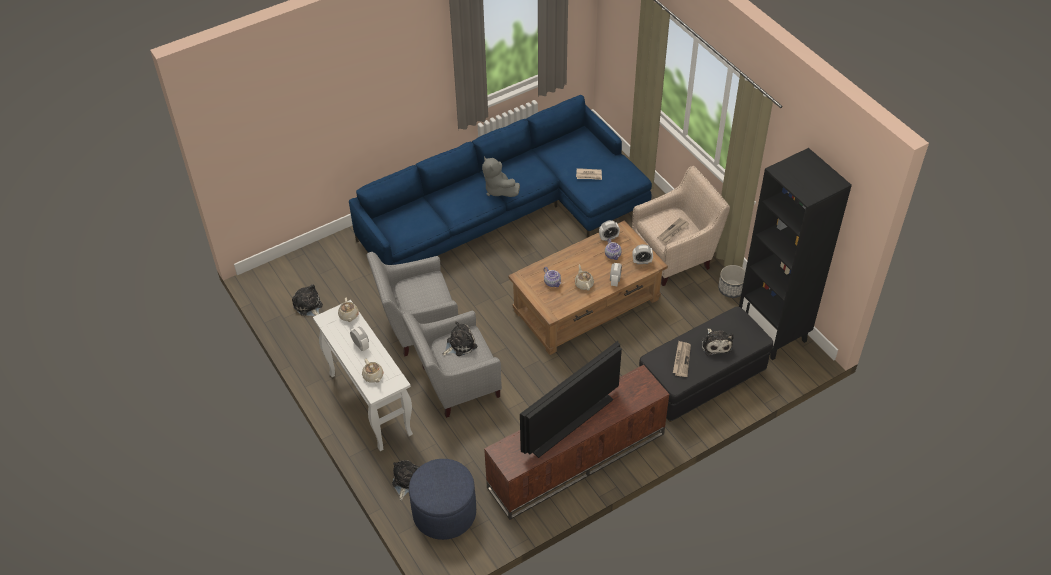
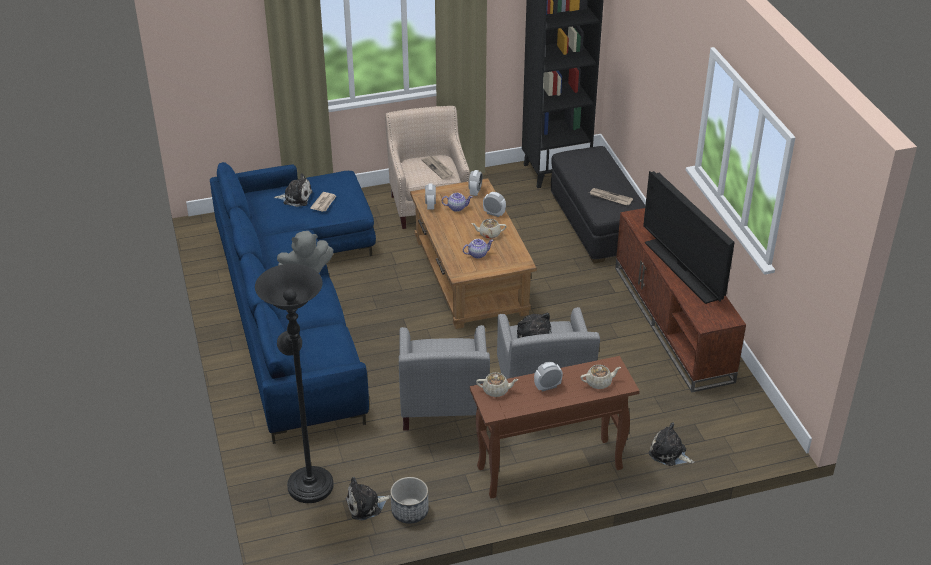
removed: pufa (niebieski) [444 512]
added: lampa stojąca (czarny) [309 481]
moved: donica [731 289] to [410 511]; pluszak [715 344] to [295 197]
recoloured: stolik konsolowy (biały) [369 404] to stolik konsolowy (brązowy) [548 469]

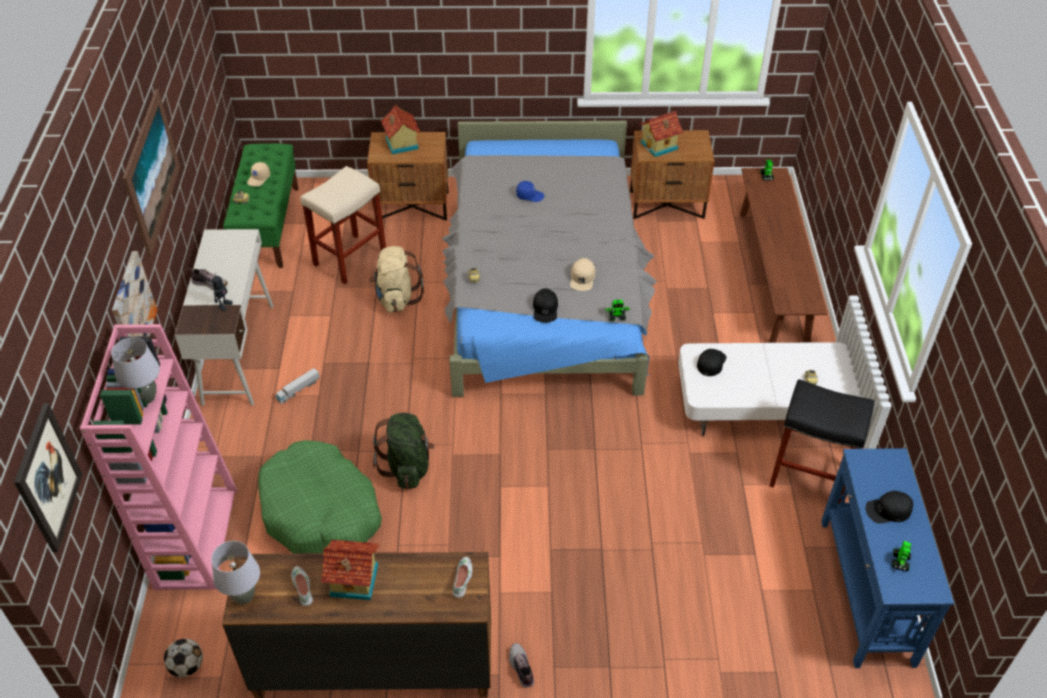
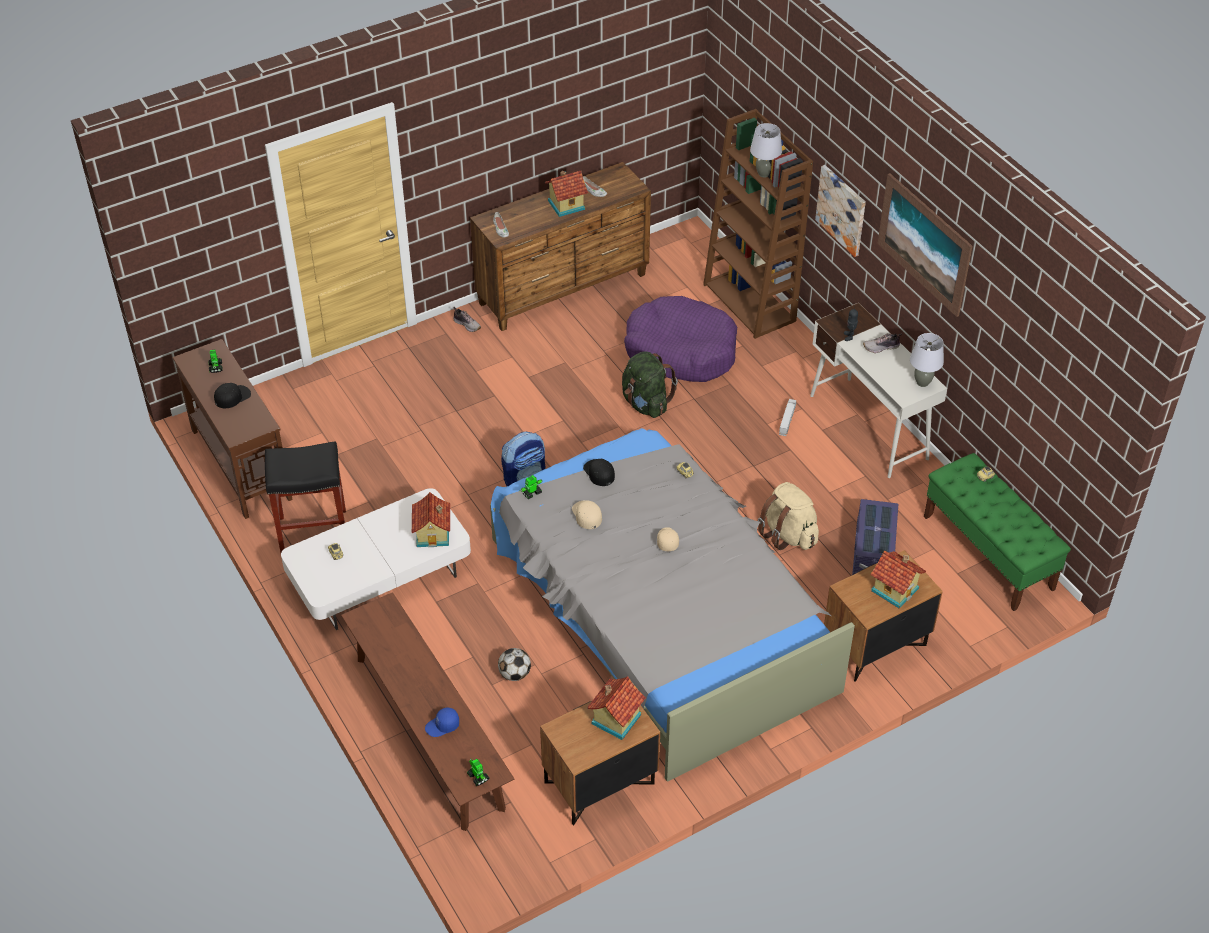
removed: obraz [47 478]
added: plecak [524 477]
moved: czapka z daszkiem (beżowy) [259 179] to [667 541]; czapka z daszkiem (niebieski) [530 195] to [442 726]; lampa stołowa (szary) [244 597] to [922 382]; piłka futbolowa [187 666] to [514 674]
replaced: stołek (beżowy) [350 258] to pojemnik do przechowywania (fioletowy) [872 555]; czapka z daszkiem (czarny) [711 362] to domek [434 534]
recoloured: regał (różowy) [195 537] to regał (brązowy) [750 303]; legowisko (zielony) [321 511] to legowisko (fioletowy) [681 351]; stolik konsolowy (niebieski) [866 591] to stolik konsolowy (brązowy) [241 463]

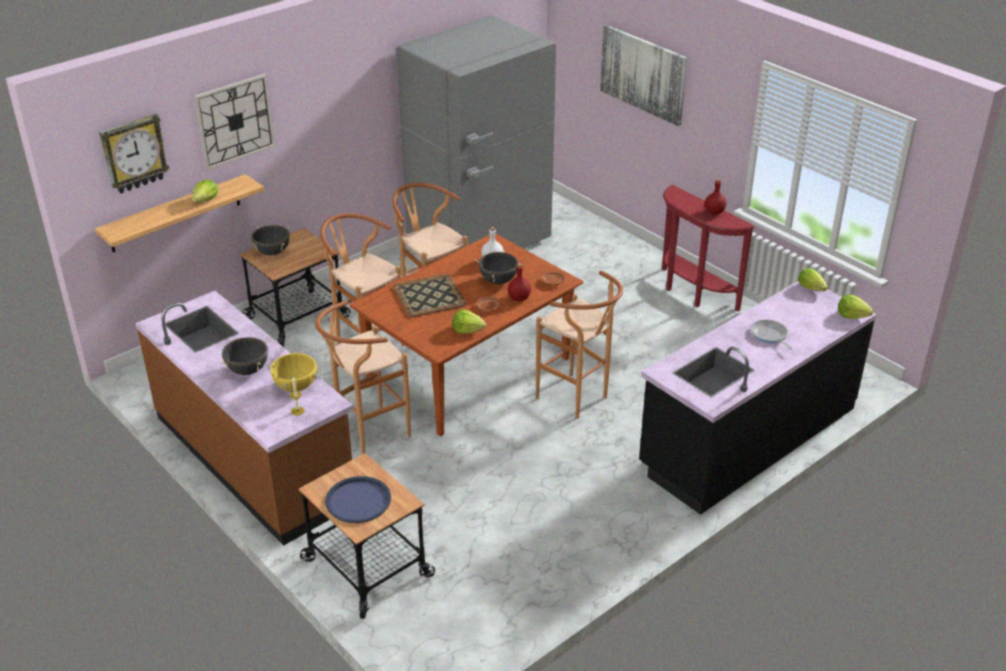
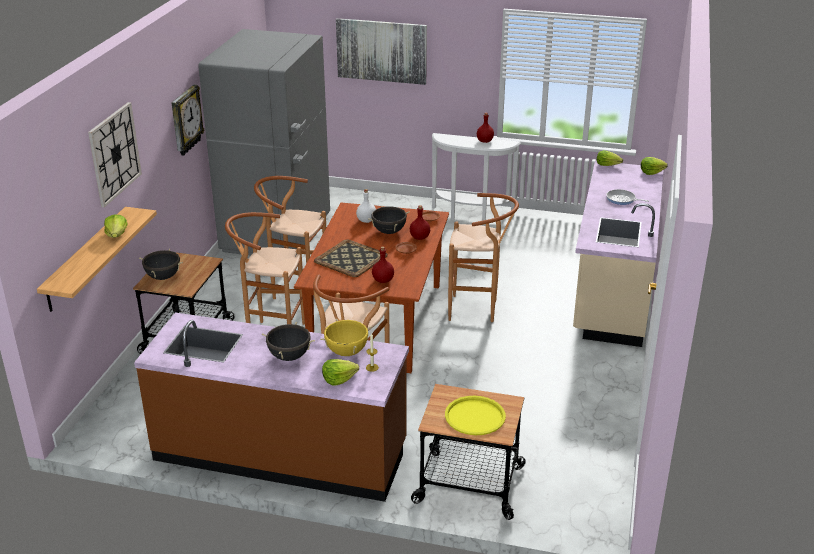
added: butelka (czerwony) [383 280]
moved: zegar ścienny [134 153] to [185 120]; sałata [467 329] to [338 379]
recoloured: stolik konsolowy (czerwony) [692 293] to stolik konsolowy (biały) [471 216]; zabudowa kuchenna (czarny) [747 437] to zabudowa kuchenna (beżowy) [612 289]; taca (niebieski) [358 500] to taca (żółty) [475 416]

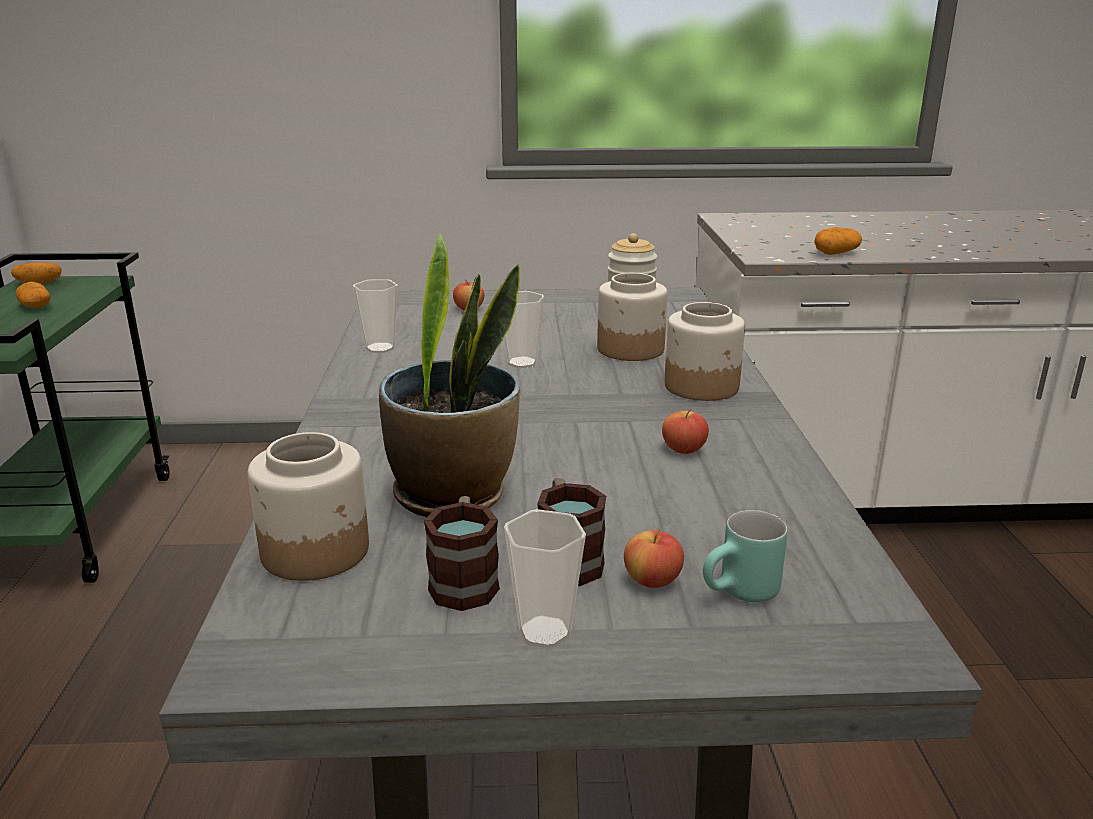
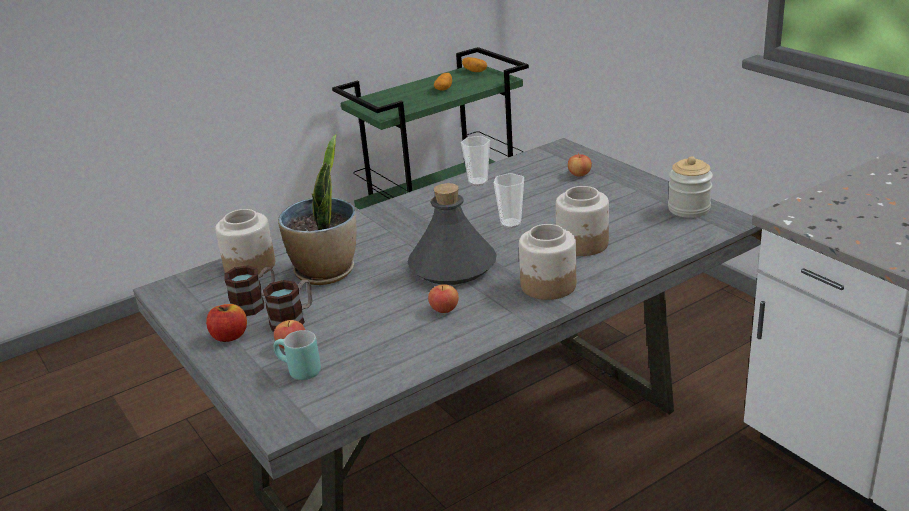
removed: ziemniak [836 253]
added: butelka (szary) [453 266]
replaced: filiżanka [544 632] to jabłko [230 336]

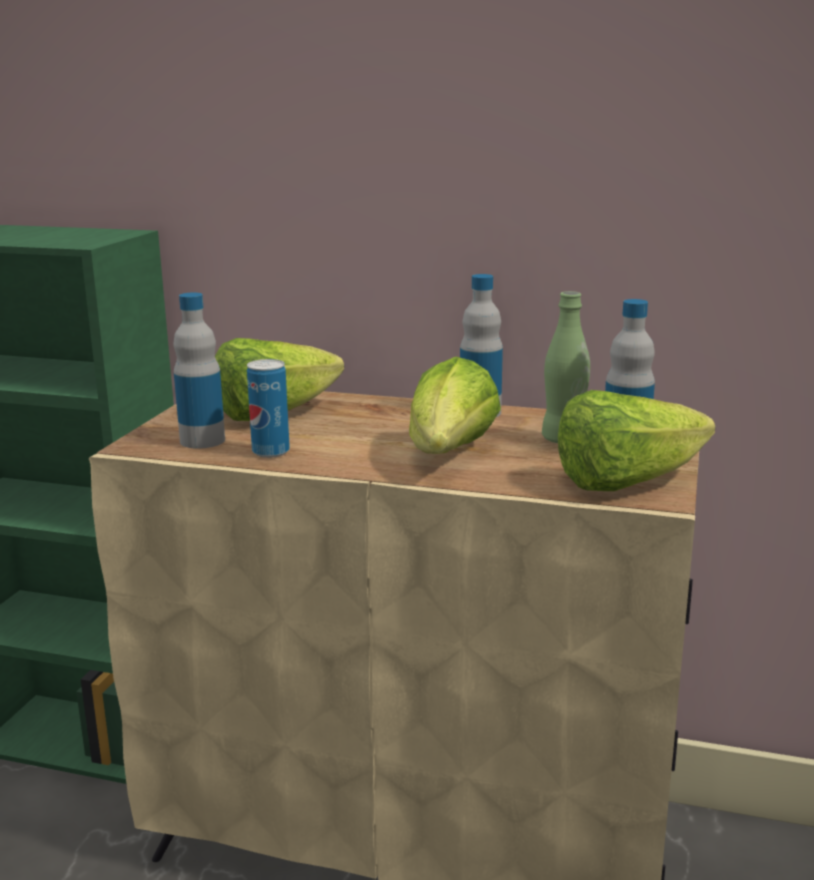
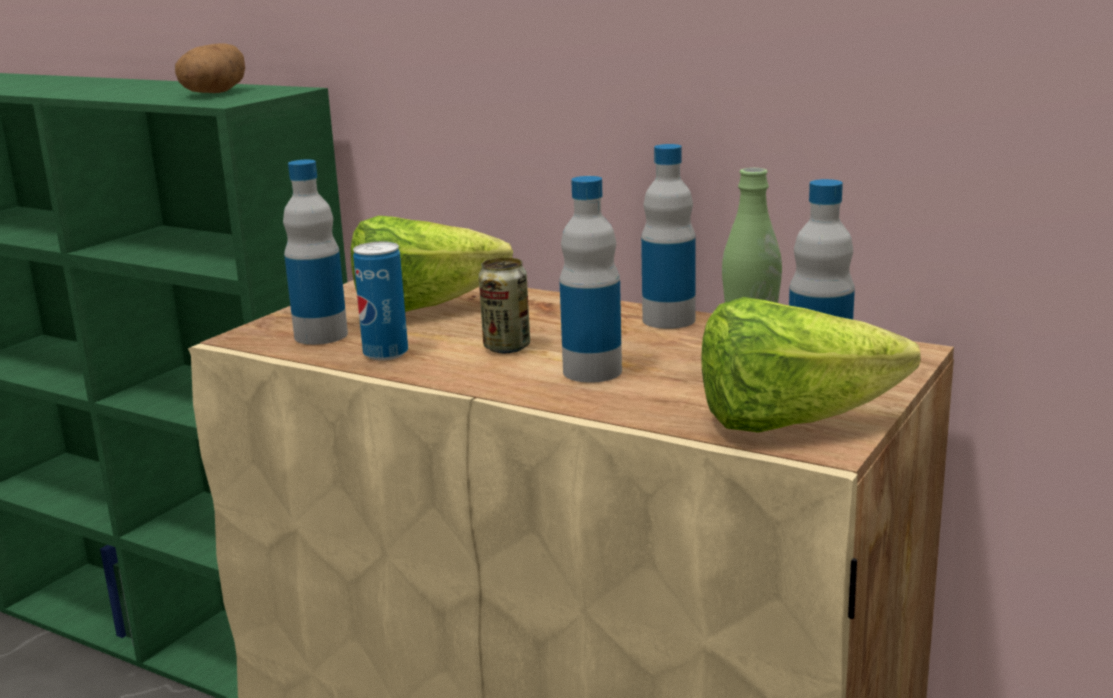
added: ziemniak [215 93]; puszka [506 347]
replaced: sałata [450 455] to butelka [592 371]

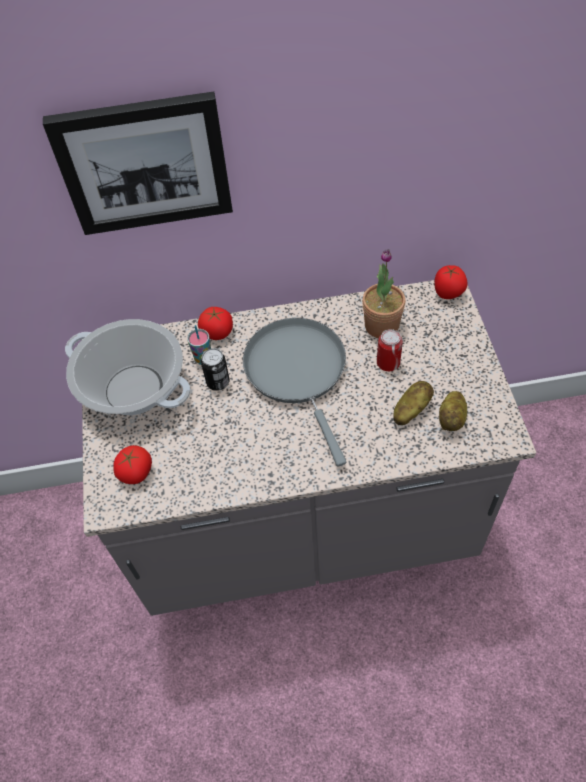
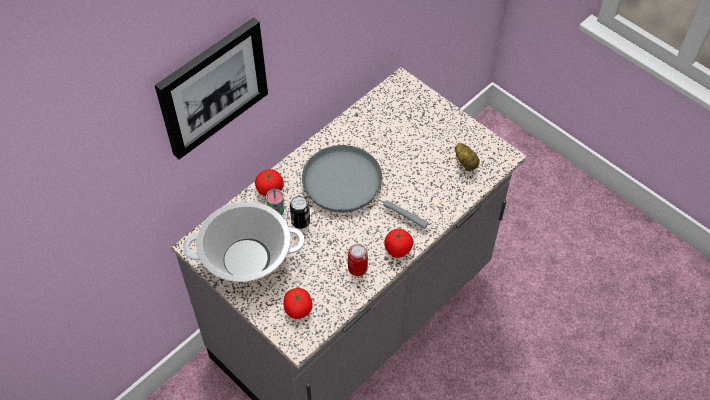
removed: roślina doniczkowa [381 326]; ziemniak [410 410]
moved: pomidor [448 293] to [398 250]; puszka [388 363] to [357 268]

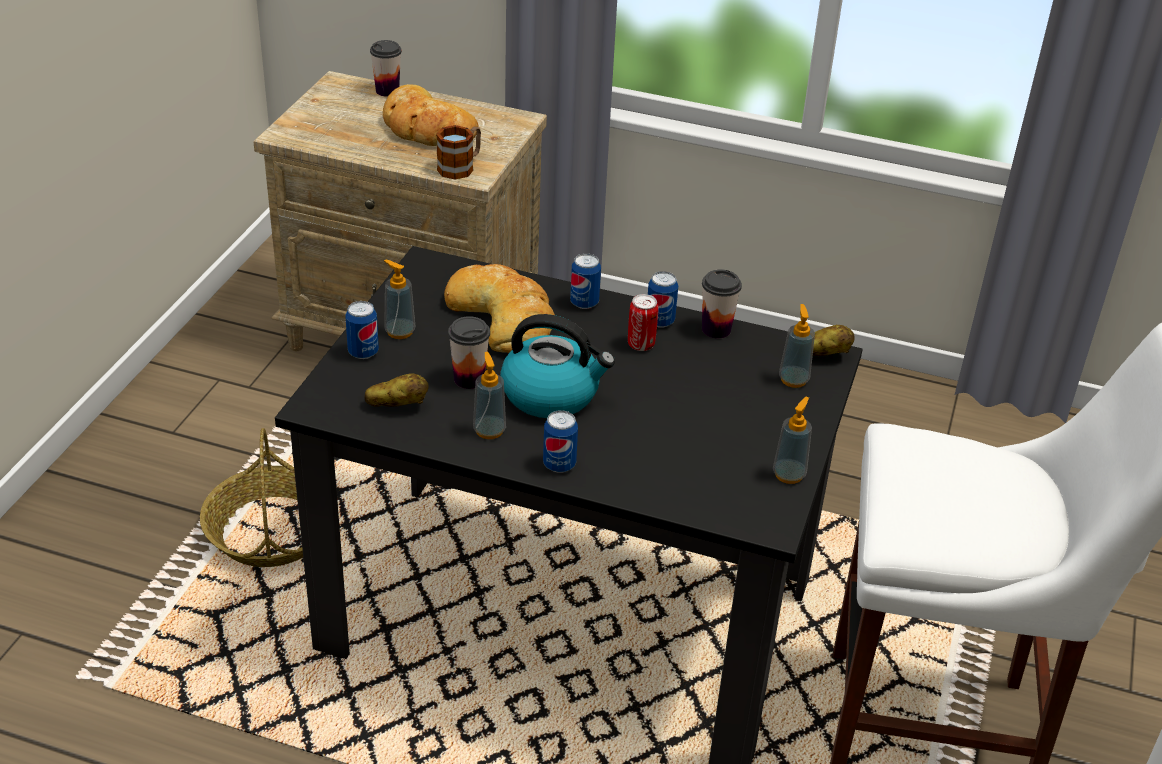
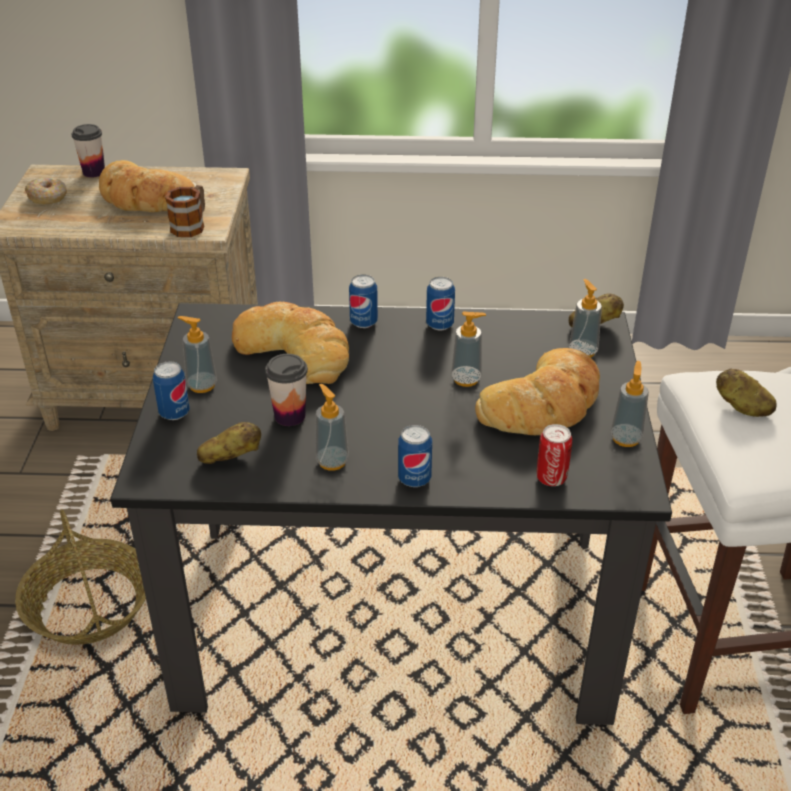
removed: filiżanka [716 329]; czajnik [552 394]
added: donut [48 197]; dozownik mydła [466 379]; chleb [544 404]; ziemniak [741 407]
moved: puszka [641 345] to [551 478]

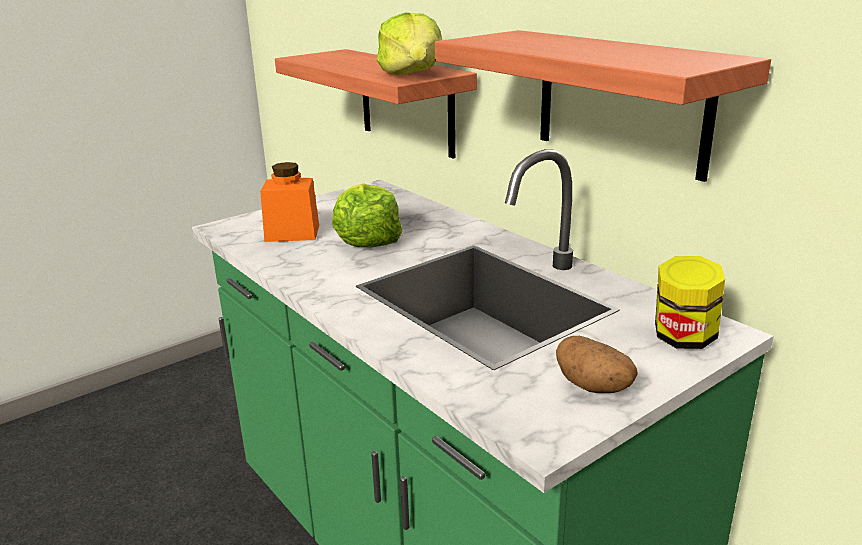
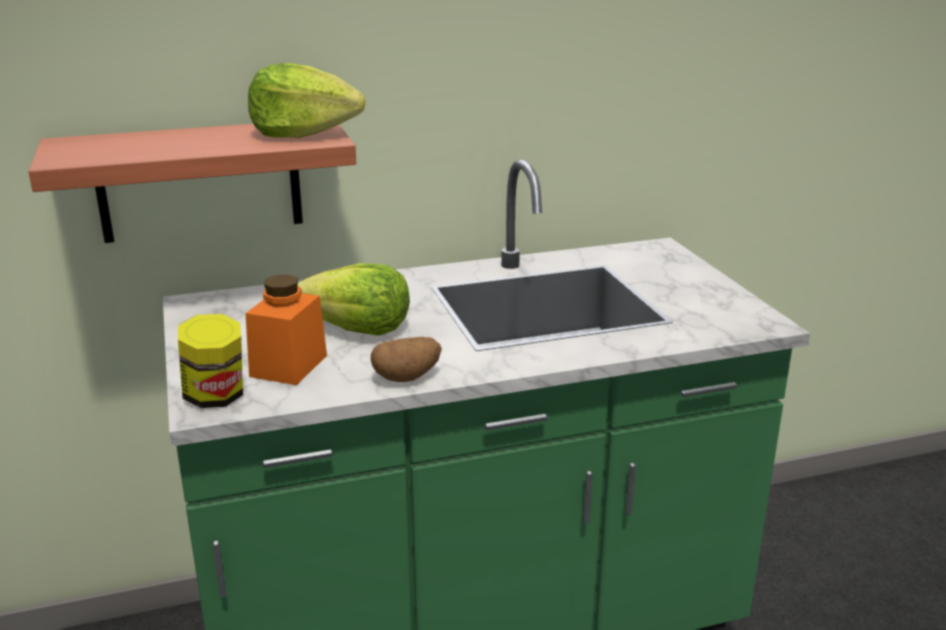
removed: półka [621 101]
moved: słoik [683 338] to [216 397]; ziemniak [594 387] to [407 377]

